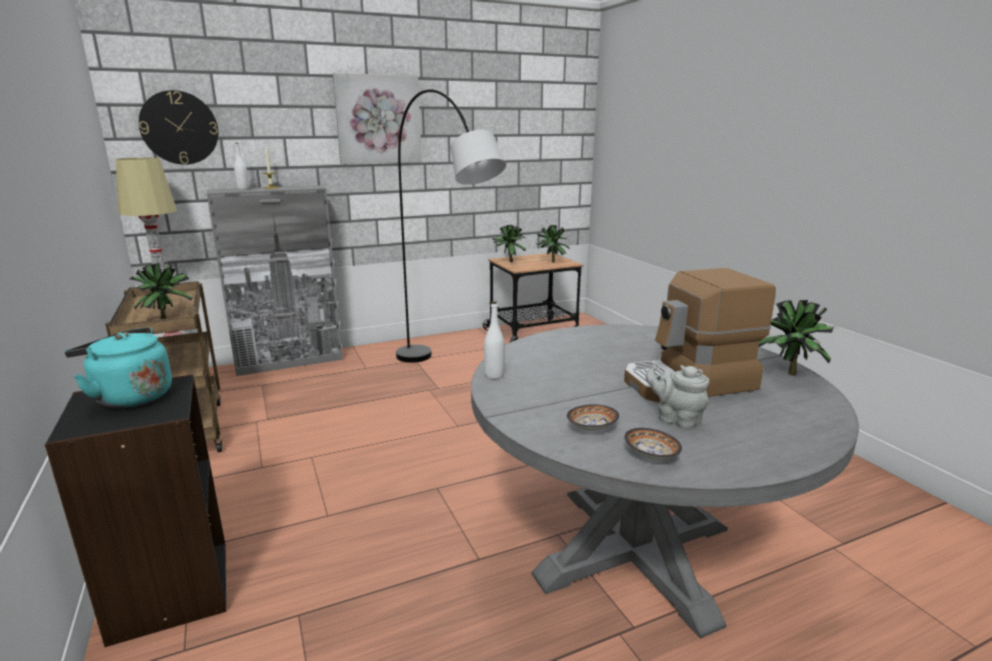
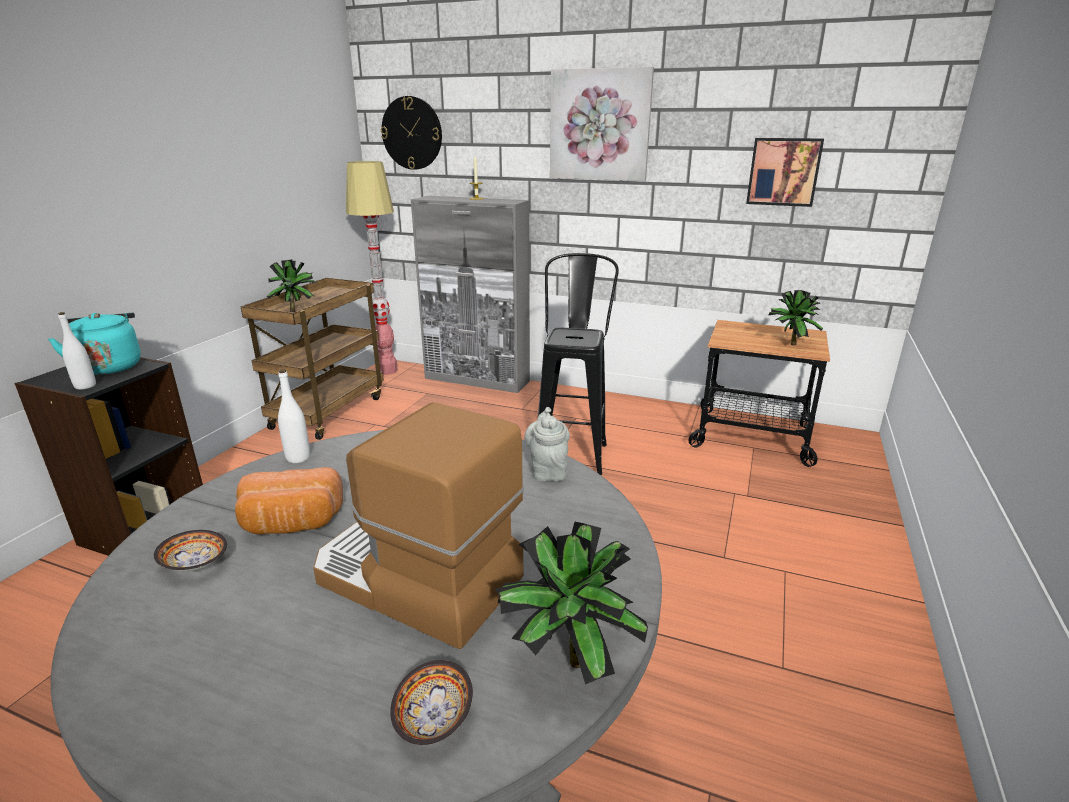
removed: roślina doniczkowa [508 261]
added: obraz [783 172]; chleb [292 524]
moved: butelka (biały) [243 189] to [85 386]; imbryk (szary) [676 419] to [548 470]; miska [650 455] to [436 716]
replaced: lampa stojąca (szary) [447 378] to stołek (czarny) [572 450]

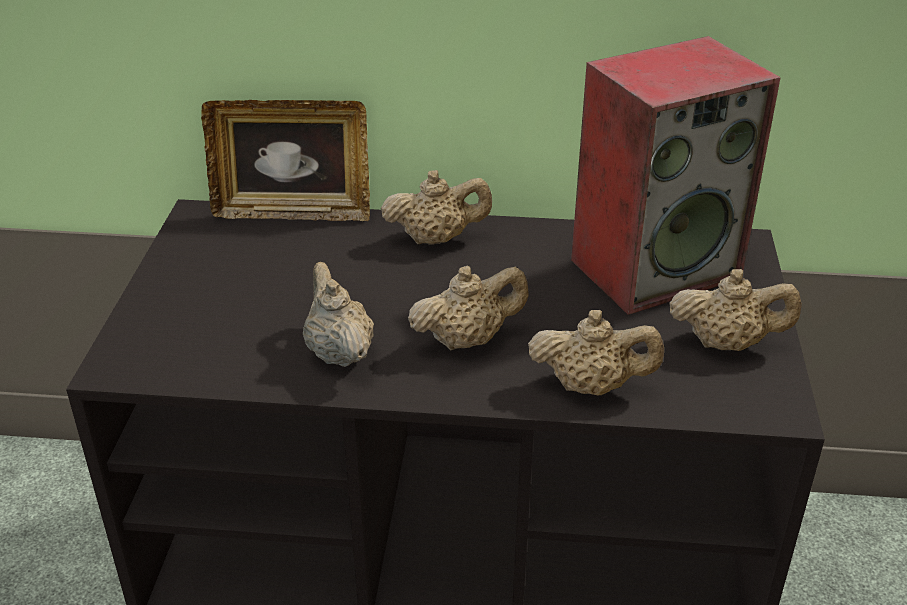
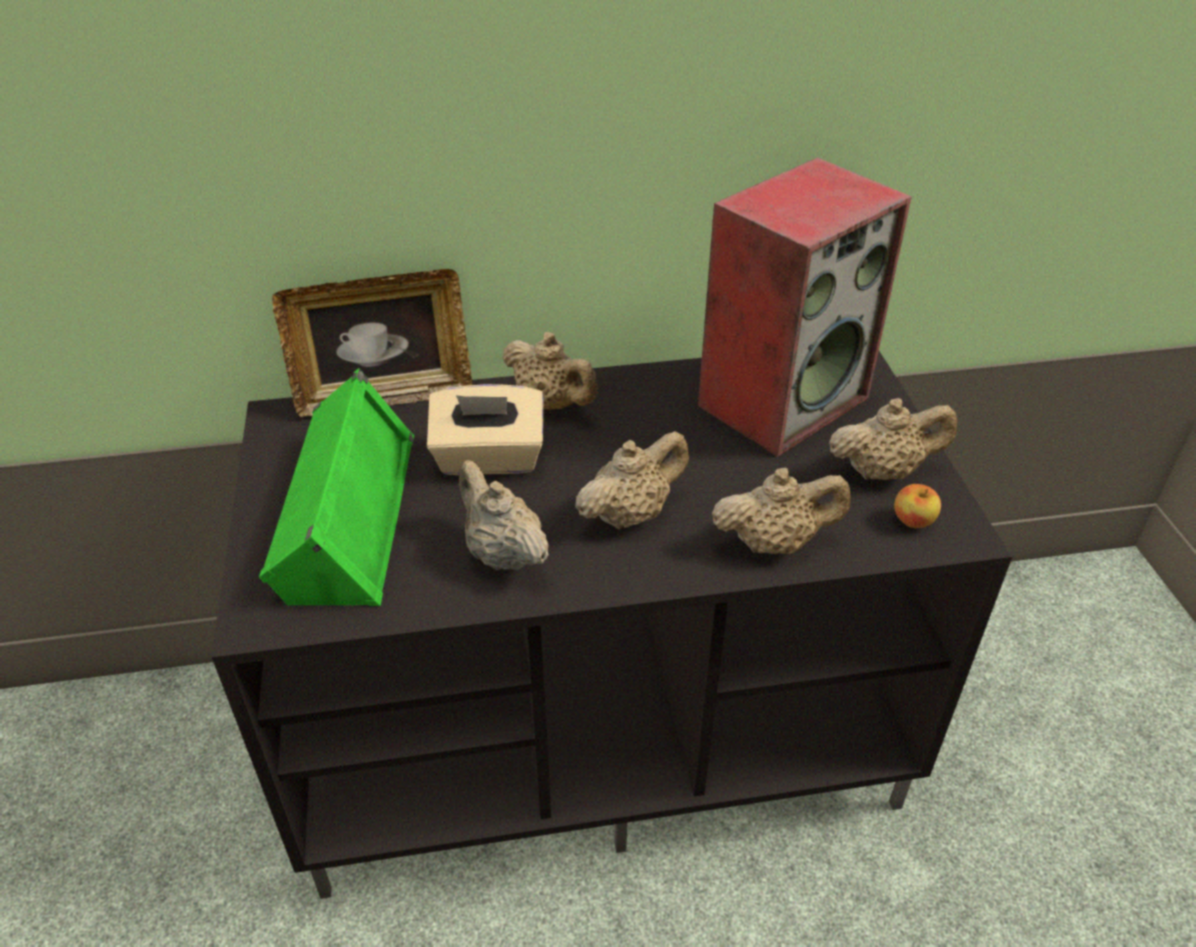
added: głośnik (zielony) [343 513]; pudełko chusteczek (beżowy) [489 459]; jabłko [913 521]
turned: imbryk (beżowy) [436 239] = [552 403] 60 degrees clockwise

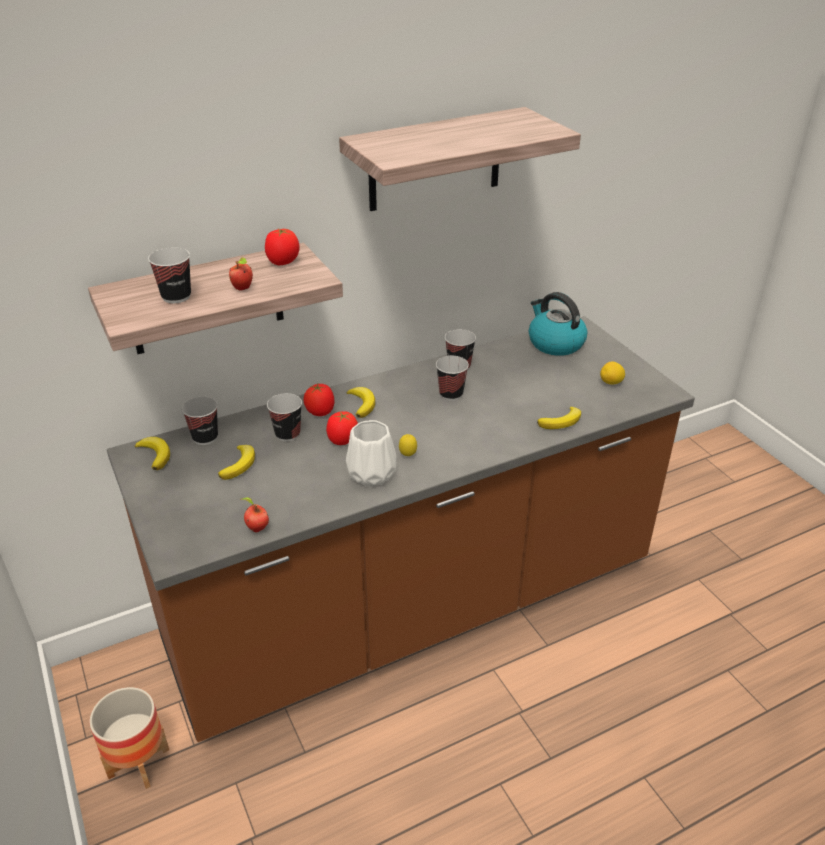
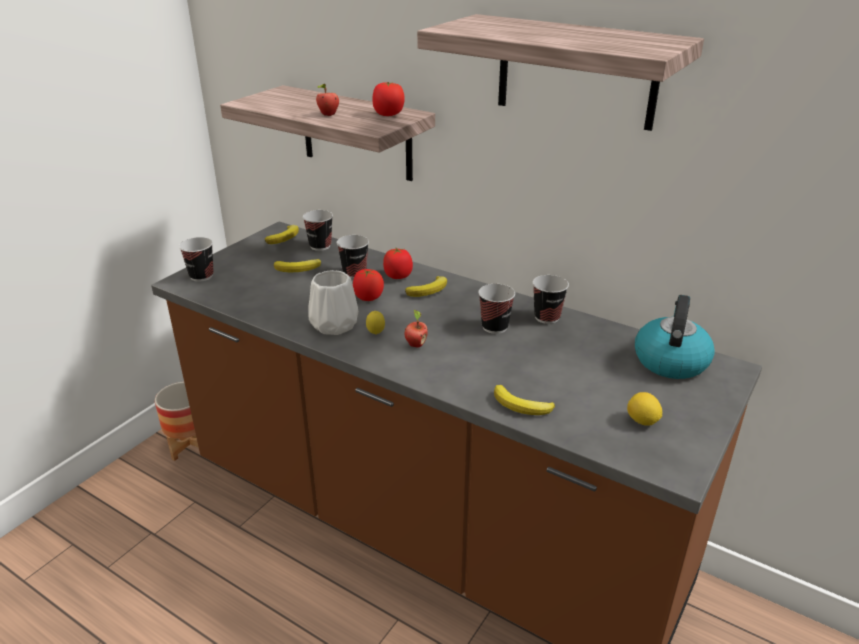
moved: filiżanka [176 296] to [201 276]; jabłko [256 528] to [415 344]

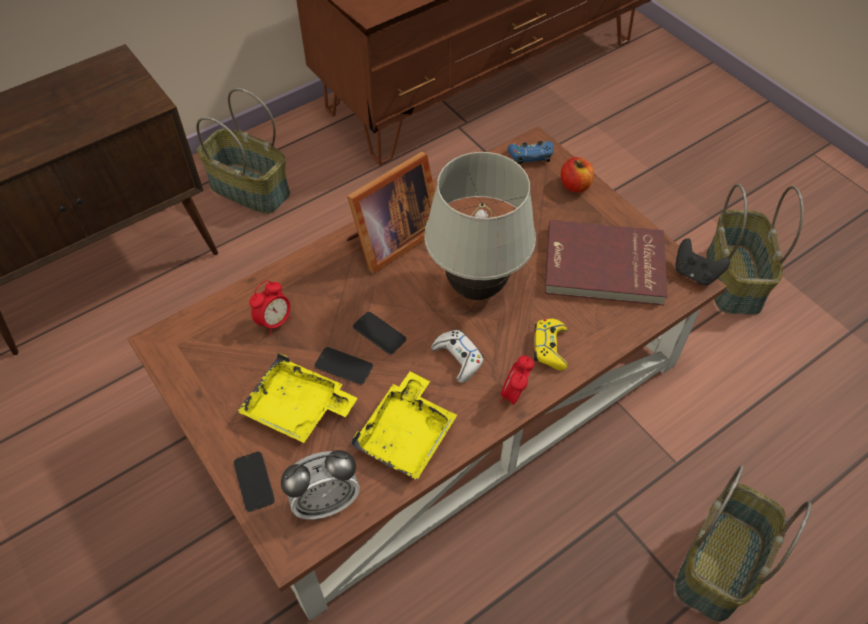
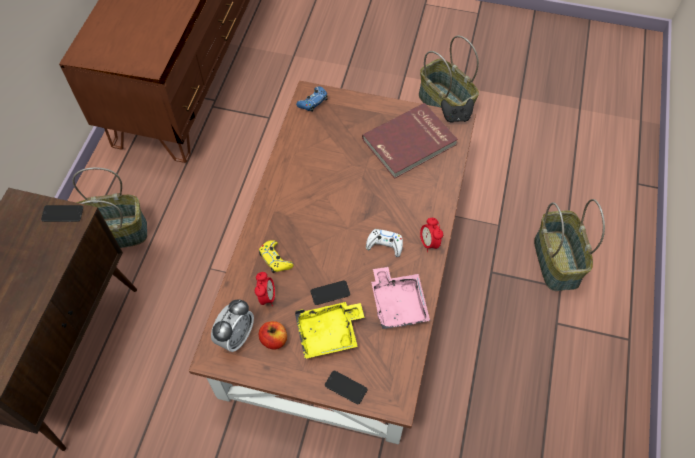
removed: ramka na zdjęcie [390 240]; lampa stołowa (biały) [476 288]
moved: jabłko [575 185] to [274 340]; telefon [379 333] to [62 214]; pad do gier (żółty) [550 348] to [275 259]; budzik [325 501] to [236 337]
recoloured: taca (żółty) [407 435] to taca (różowy) [398 303]

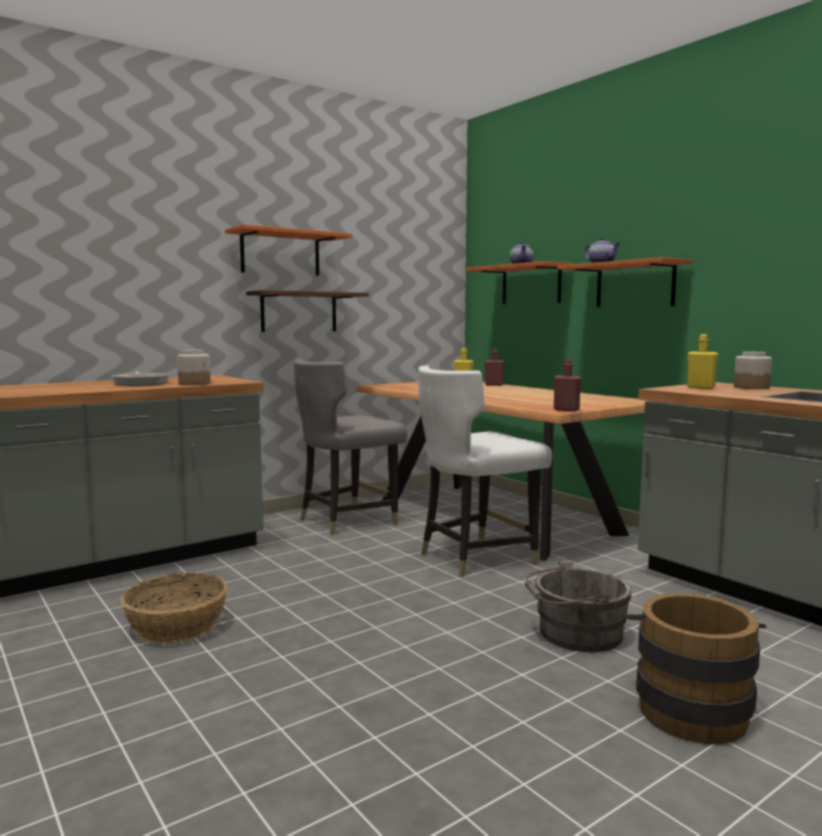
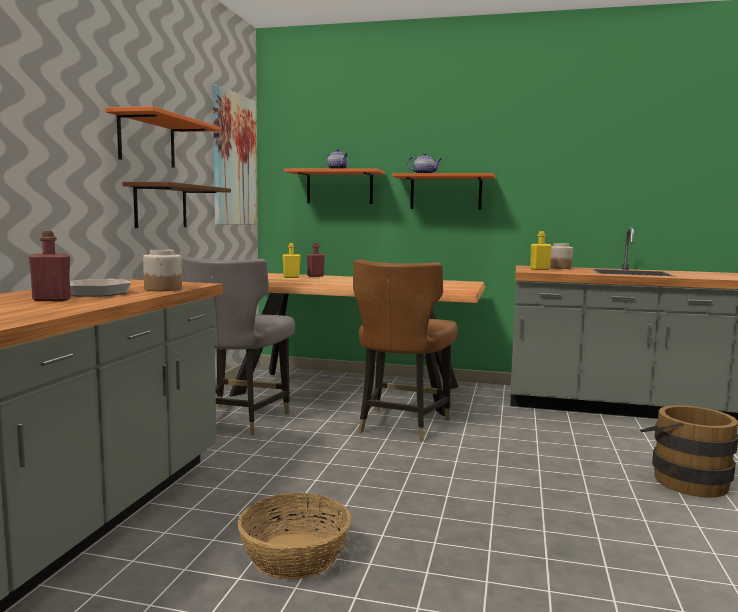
removed: wiadro (szary) [575 634]
added: obraz [234 159]
moved: butelka (czerwony) [566 410] to [51 300]
recoloured: krzesło (biały) [476 557] to krzesło (brązowy) [401 425]

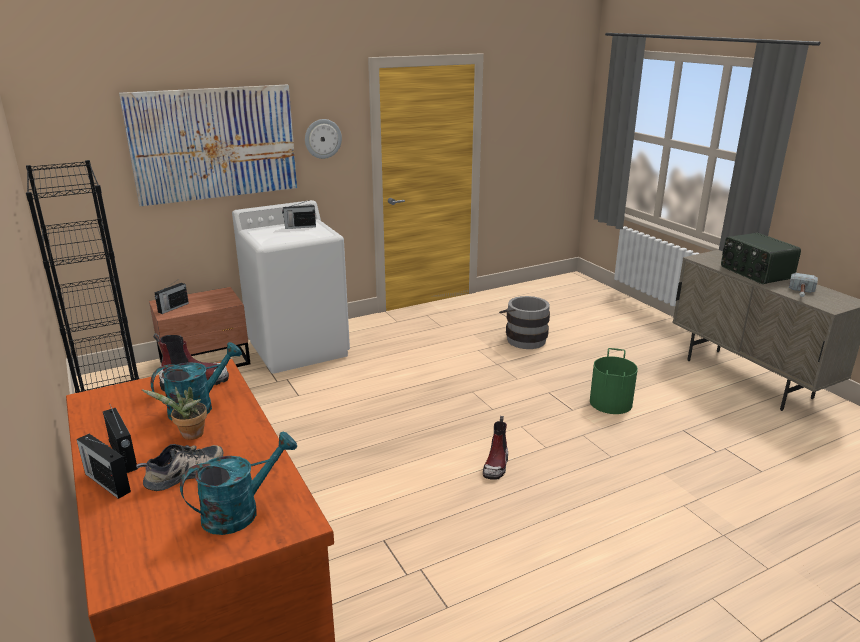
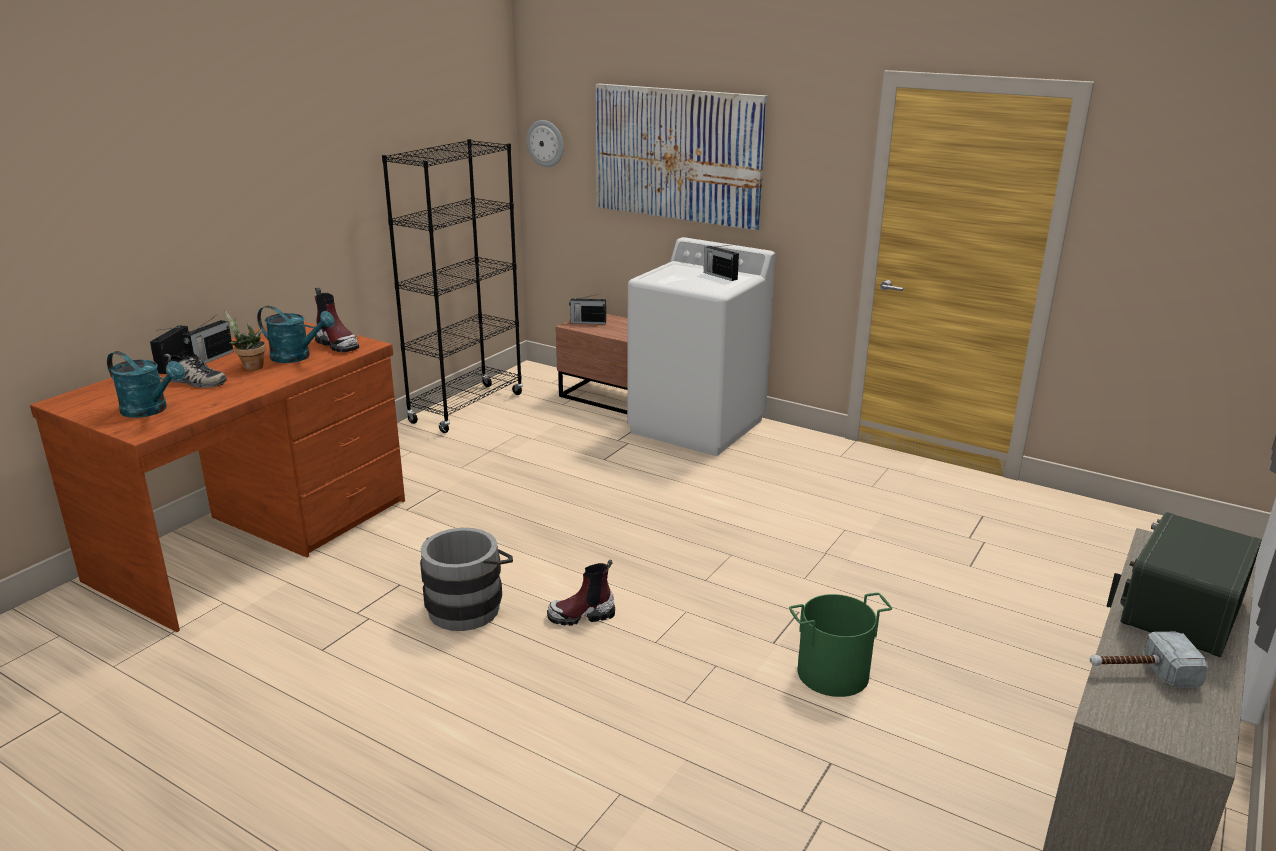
moved: zegar ścienny [323 138] to [546 143]; wiadro (szary) [523 339] to [468 606]

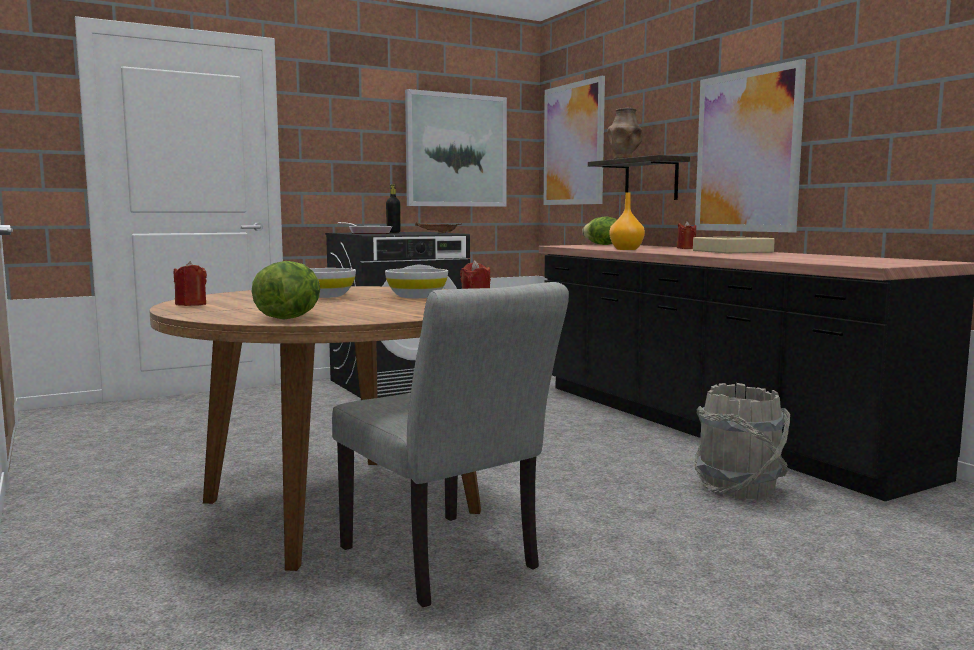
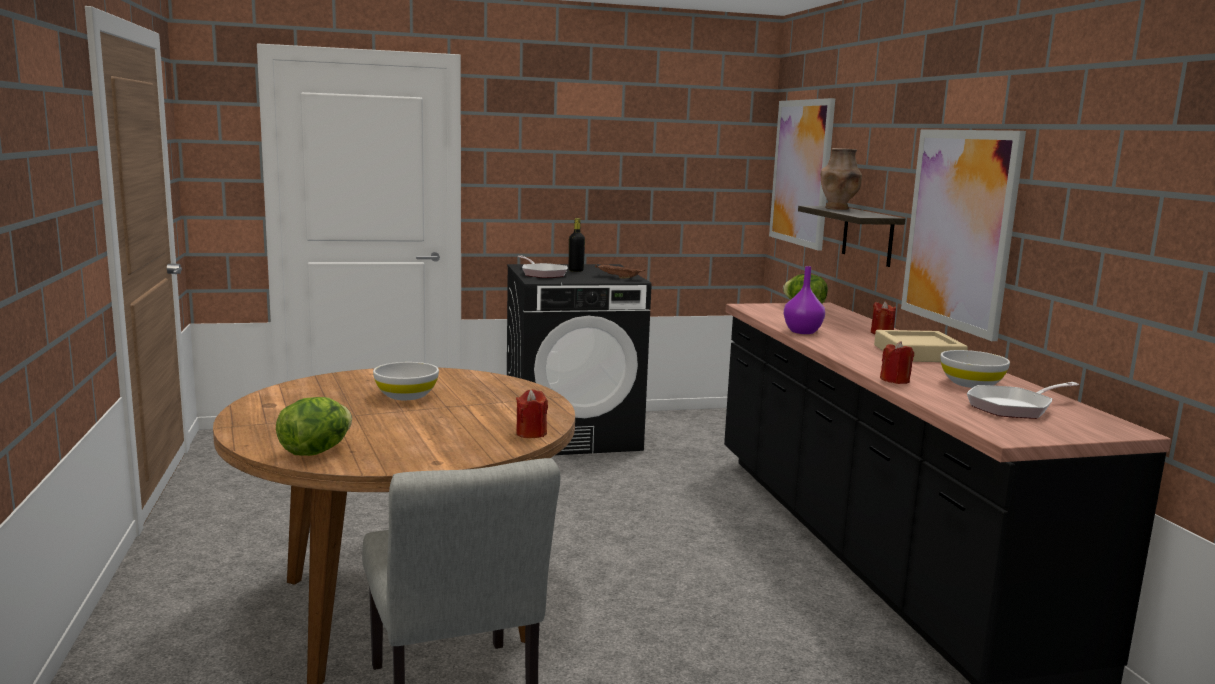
removed: obraz [456 150]; wiadro (szary) [738 488]
added: patelnia [1013 407]
moved: świeca (czerwony) [191 304] to [895 380]; miska (biały) [417 296] to [971 384]
recoloured: wazon (pomarańczowy) [627 249] to wazon (fioletowy) [803 332]

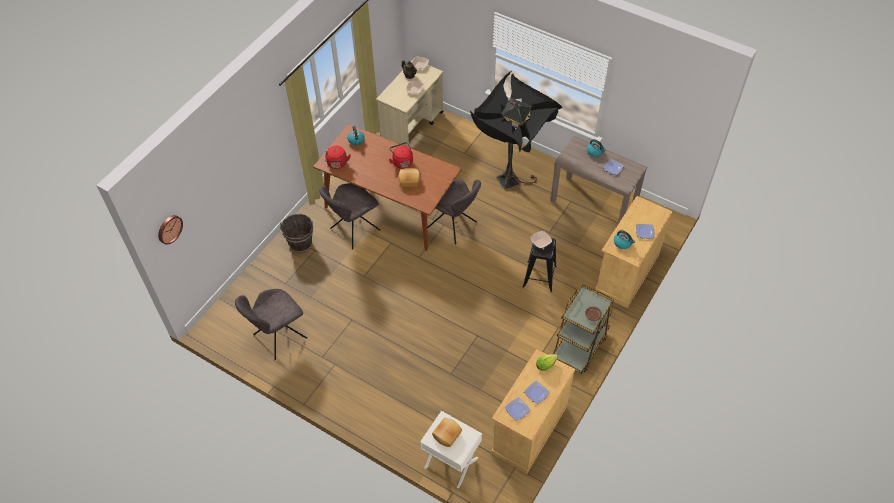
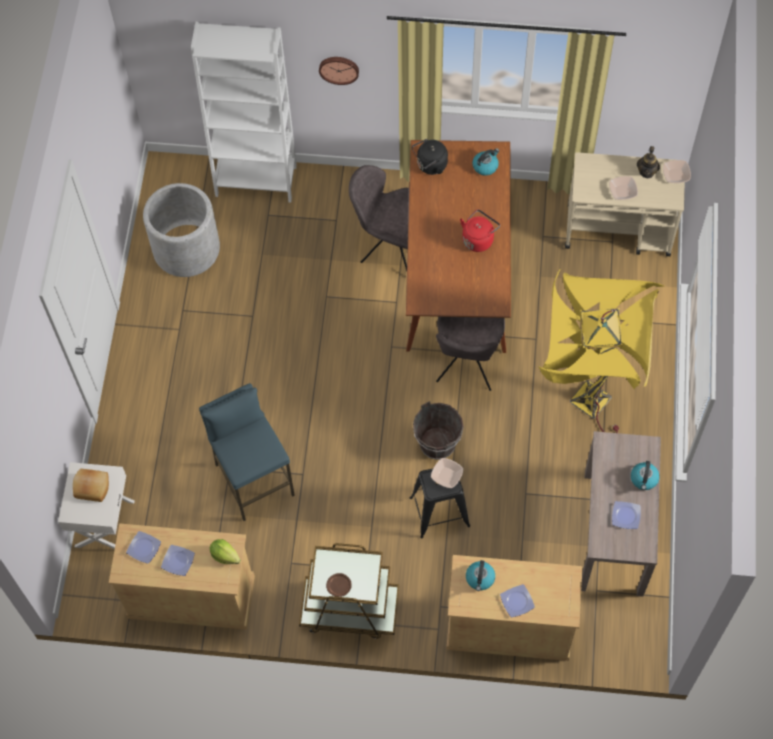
removed: chleb [409 180]
added: regał (biały) [256 180]; stołek (niebieski) [254 479]
moved: wiadro (brązowy) [301 243] to [438 444]; zegar ścienny [169 229] to [339 68]
replaced: krzesło (szary) [278 337] to donica (szary) [186 248]
recoloured: lampa stojąca (czarny) [510 185] to lampa stojąca (żółty) [583 406]; czajnik (czerwony) [337 164] to czajnik (czarny) [430 165]

